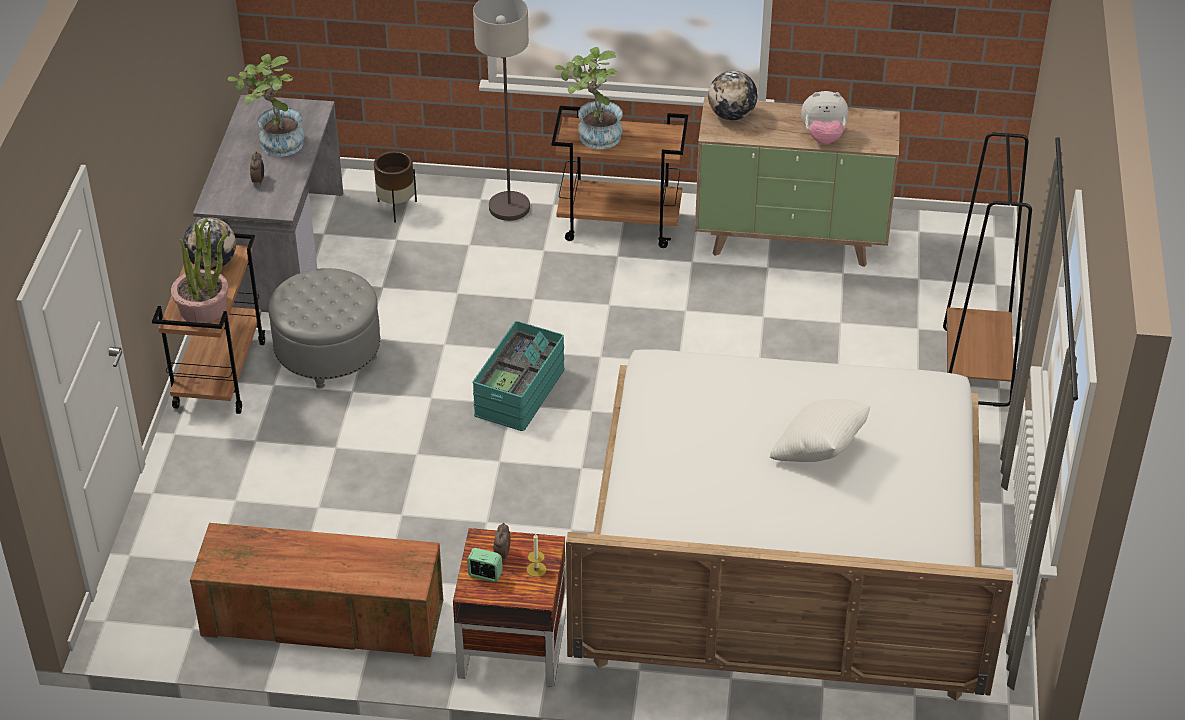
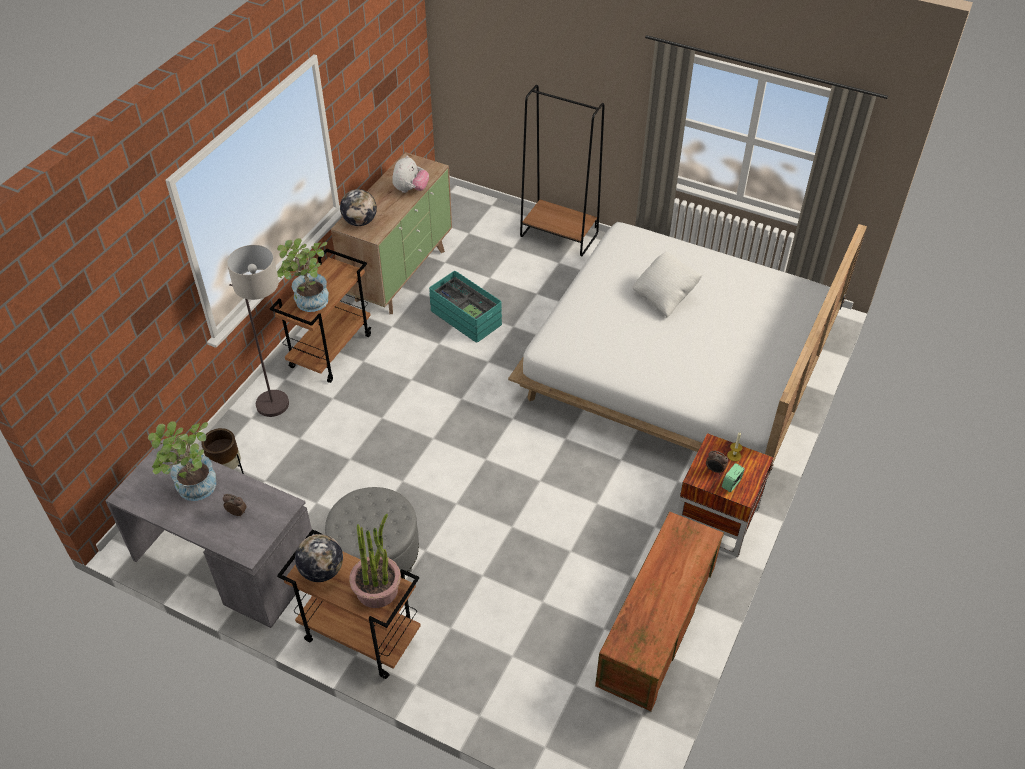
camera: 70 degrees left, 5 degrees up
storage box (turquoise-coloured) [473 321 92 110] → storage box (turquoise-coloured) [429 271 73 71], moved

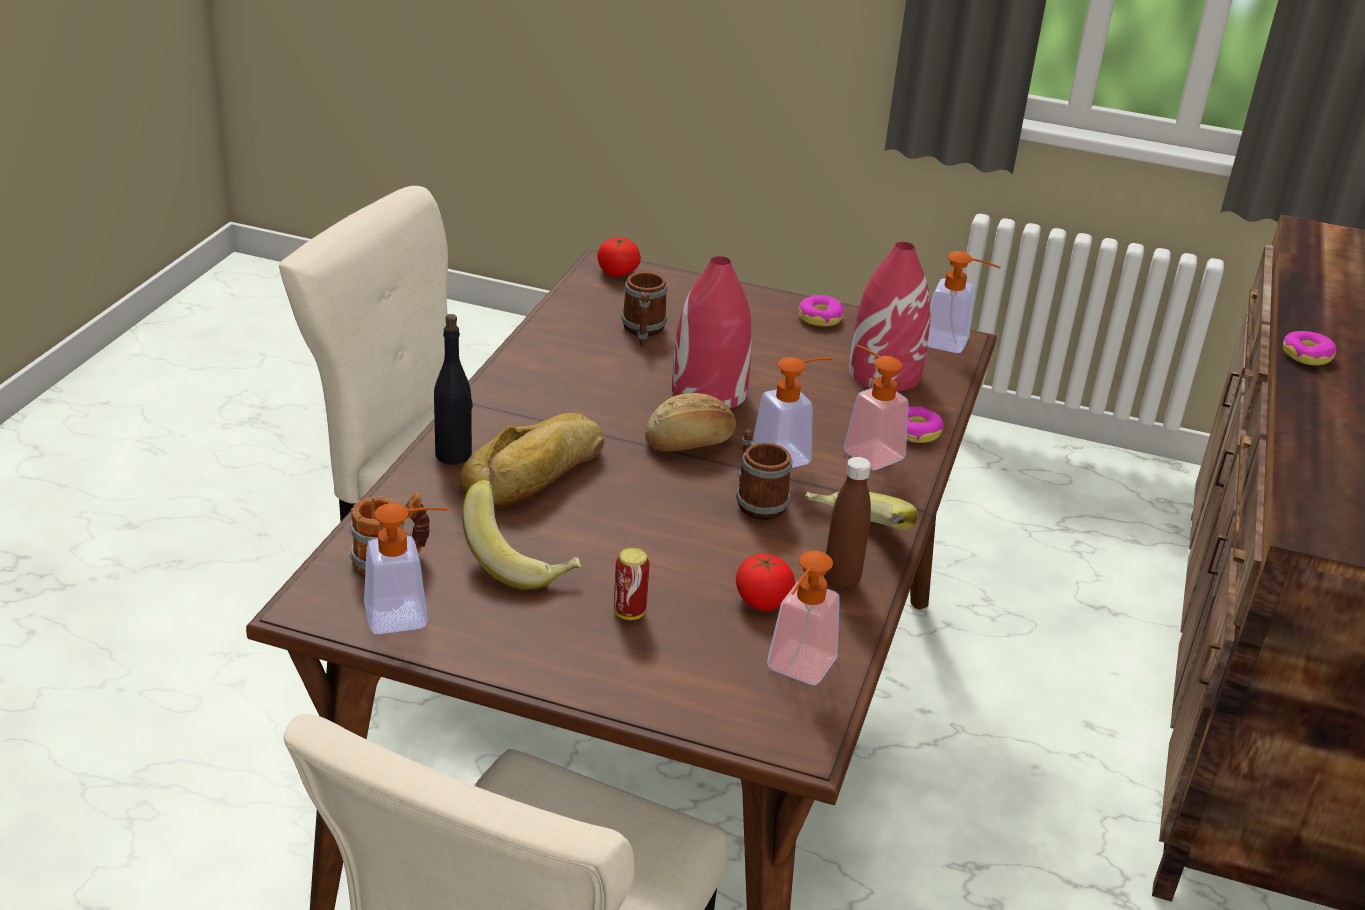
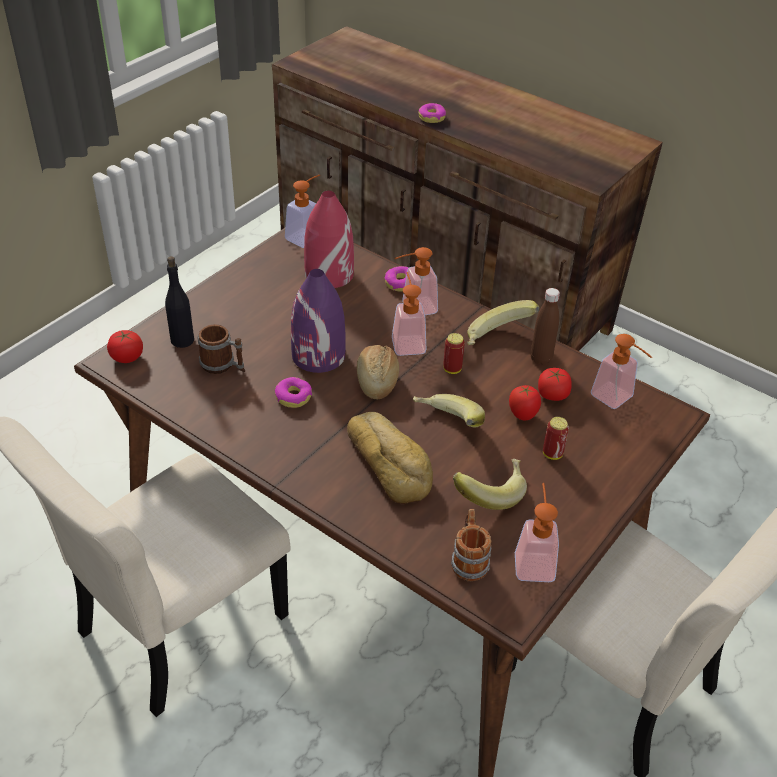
camera: 70 degrees left, 10 degrees up
flower vase (red) [672 256 80 152] → flower vase (purplish) [291 269 55 104]
ring doughnut [799 295 45 31] → ring doughnut [275 377 37 31], moved
beverage bottle (blackish) [434 314 39 151] → beverage bottle (blackish) [165 256 29 92], moved
mug [736 429 56 91] → can [443 333 22 41]
- → tomato [509 385 32 36]
- → whole banana [413 394 72 33]

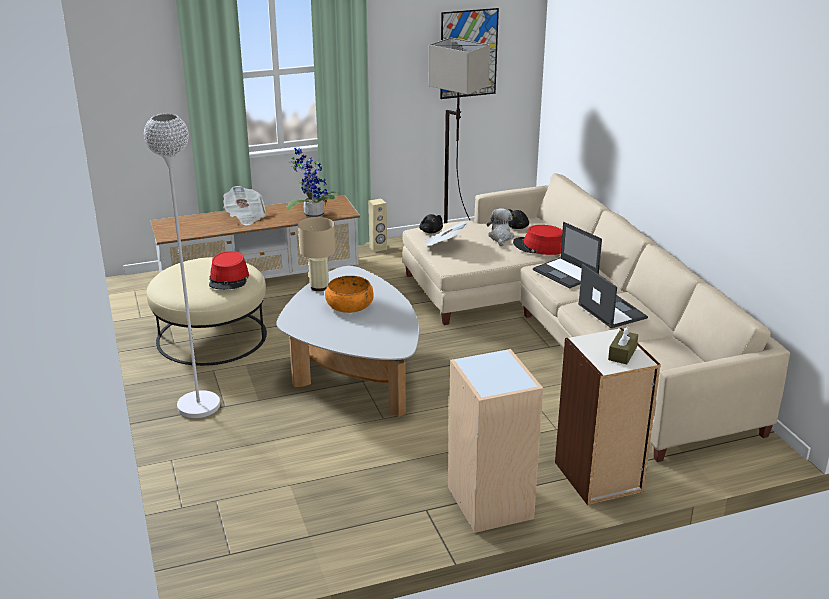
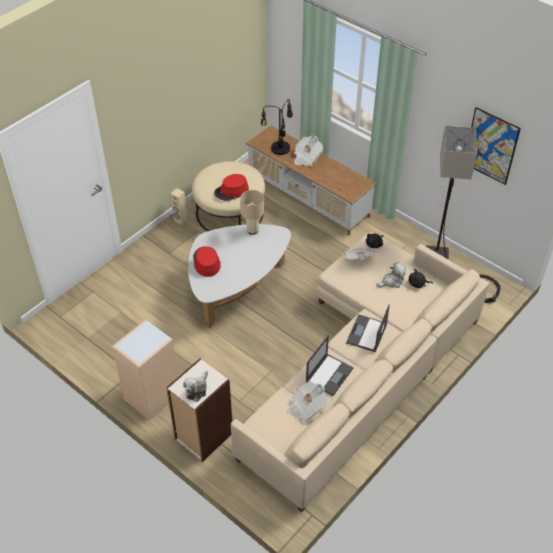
camera: 60 degrees right, 20 degrees up
standing lamp (white) [144 113 76 305] → -
potted plant [286 148 54 70] → -
loudspeaker (beige) [368 199 19 53] → loudspeaker (beige) [170 188 18 37], moved
hat (red) [513 225 50 30] → hat (red) [193 246 28 31], moved
bowl (orange-coloured) [325 276 49 37] → -
box of tissues (brown) [608 327 30 37] → cuddly toy [183 371 25 31]
- → tabletop lamp [261 99 32 56]
- → daily paper [287 382 40 40]

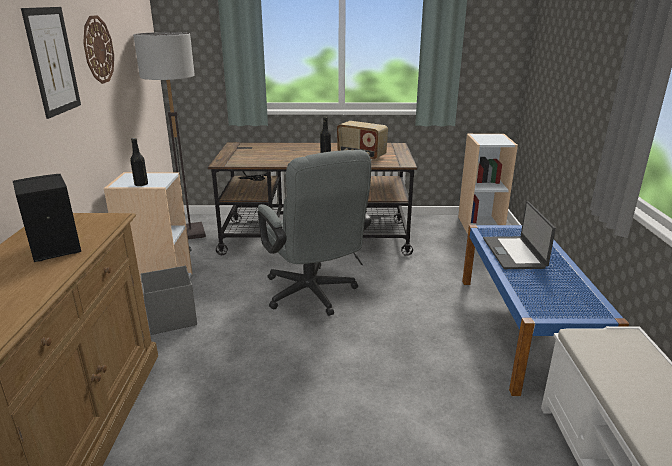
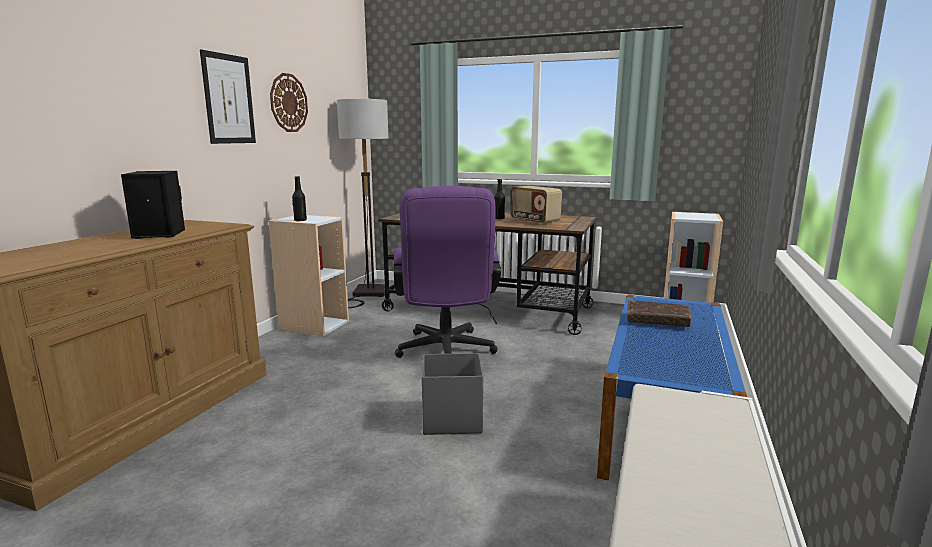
camera: 20 degrees right, 10 degrees down
office chair (greyish) [258 150 113 166] → office chair (purplish) [394 186 107 172]
portable computer [483 201 73 68] → volume (brown) [627 300 64 27]
storage box (greyish) [140 266 57 69] → storage box (greyish) [422 353 61 82], moved

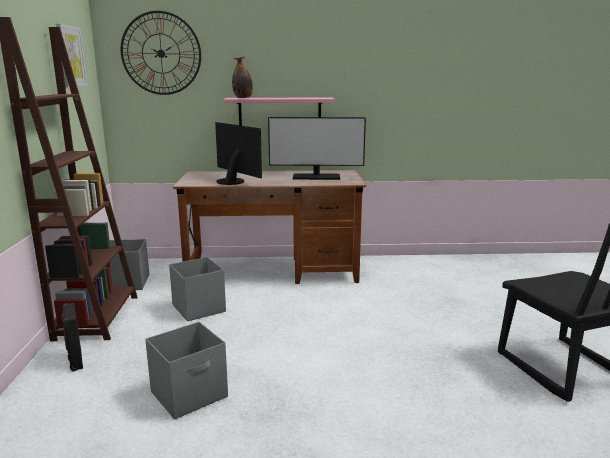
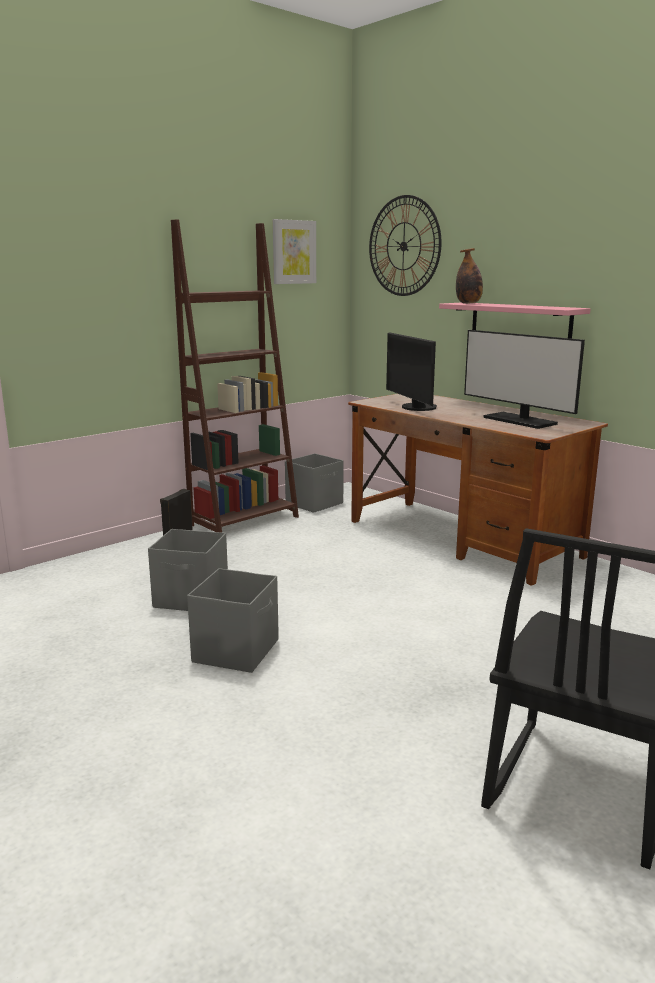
camera: 50 degrees right, 0 degrees up
monitor [215 122 47 63] → monitor [386 332 51 79], 150 degrees clockwise
storage box (greyish) [169 257 57 65] → storage box (greyish) [187 568 92 105], moved

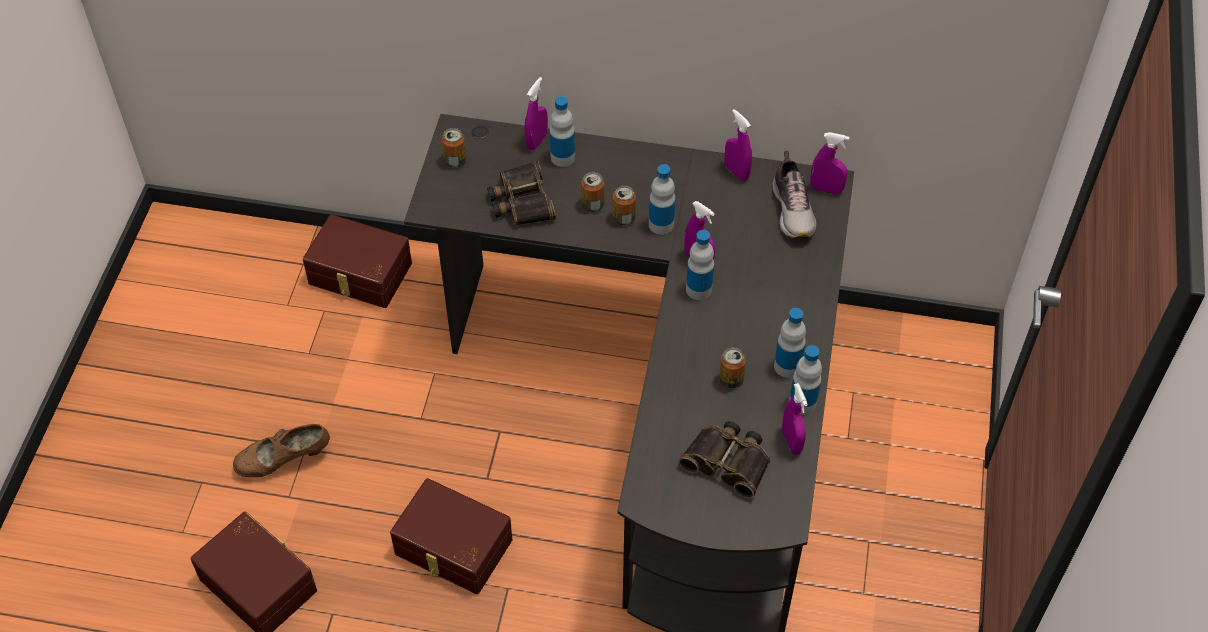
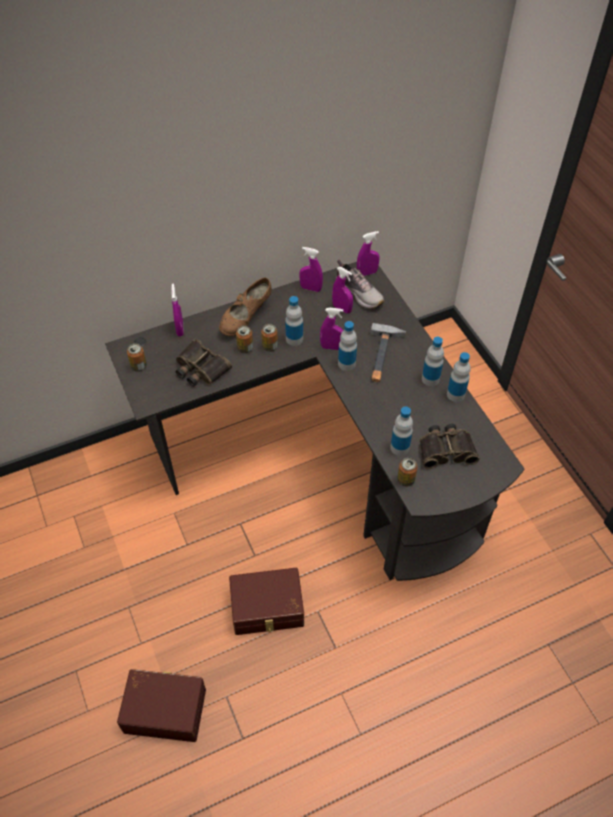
camera: 35 degrees left, 0 degrees up
beverage bottle [550 96 25 71] → beverage bottle [390 407 23 49], moved
storage box (brown) [303 214 109 94] → -
can [719 347 27 41] → can [397 458 21 29], moved
spray bottle (purplish) [782 383 26 72] → spray bottle (purplish) [332 267 21 46], moved
shoe (brown) [233 424 97 53] → shoe (brown) [219 278 53 58], moved
- → hand hammer [371 323 35 59]

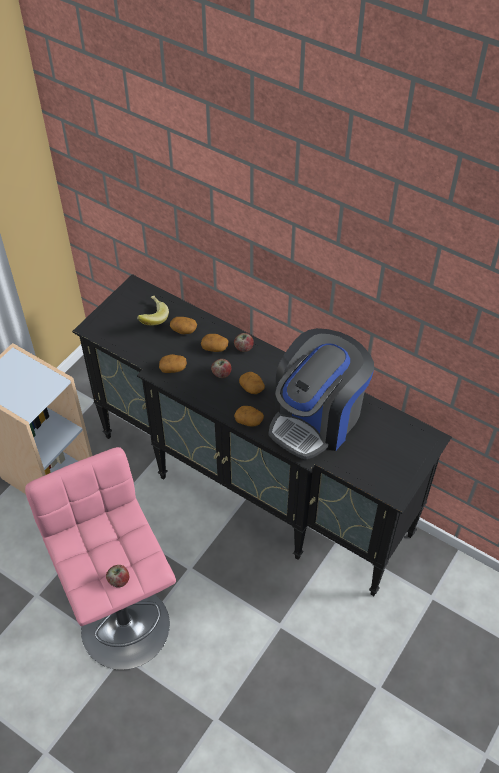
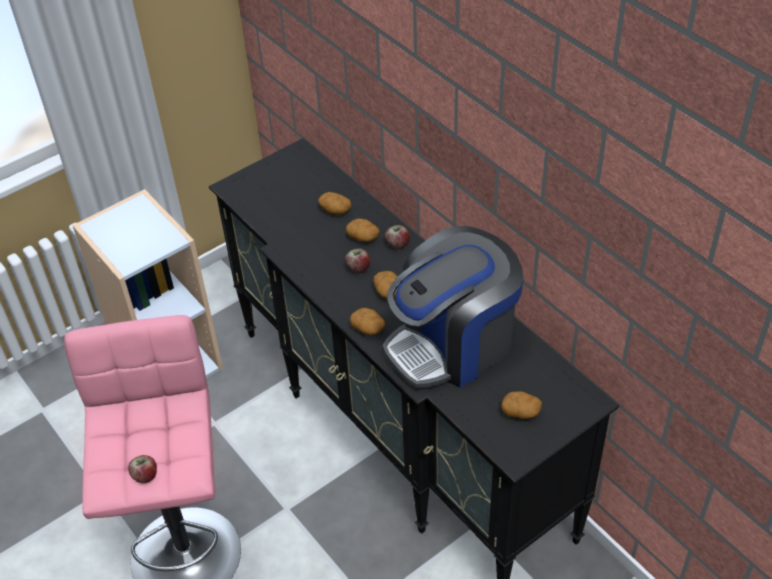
camera: 20 degrees right, 5 degrees down
whole banana [137 296 32 30] → -
potato [159 354 28 19] → potato [501 391 41 28], moved

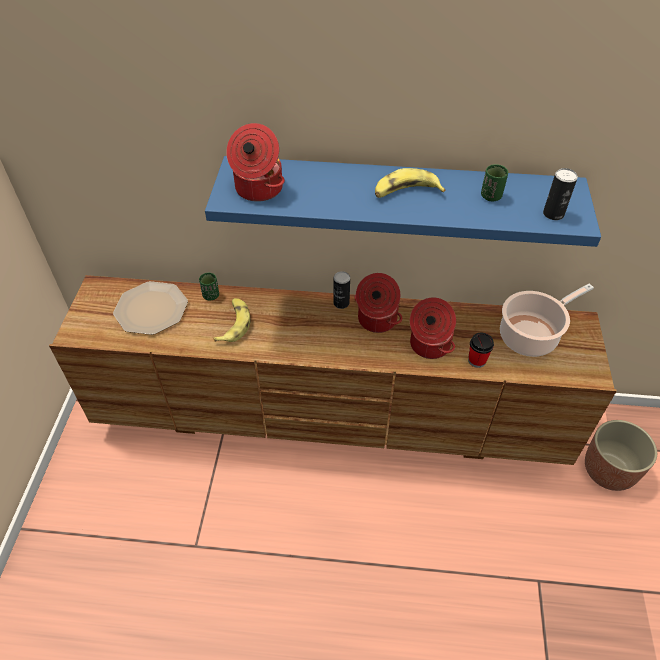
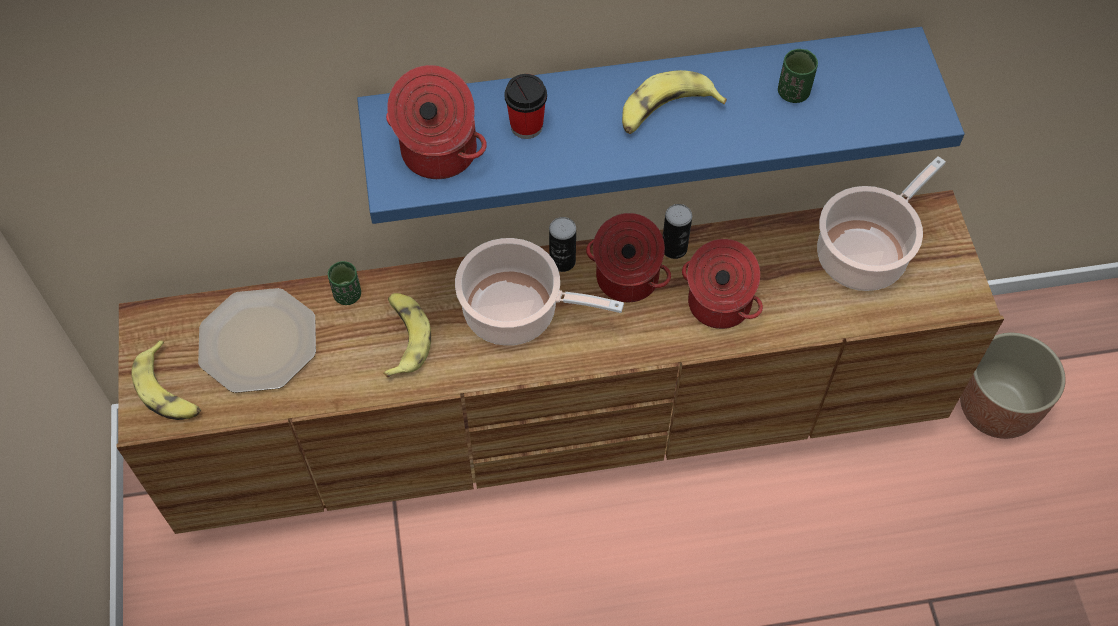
camera: 15 degrees left, 10 degrees up
can [543 168 35 52] → can [663 204 29 55], moved
drinking cup [468 332 26 36] → drinking cup [504 74 43 65], moved
- → stockpot [455 238 169 108]
- → whole banana [131 340 70 80]

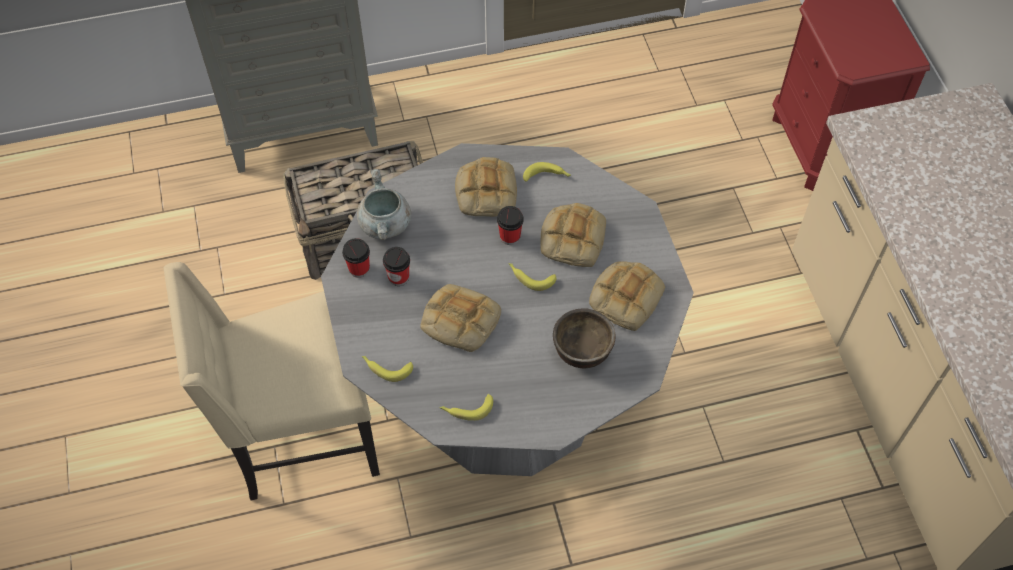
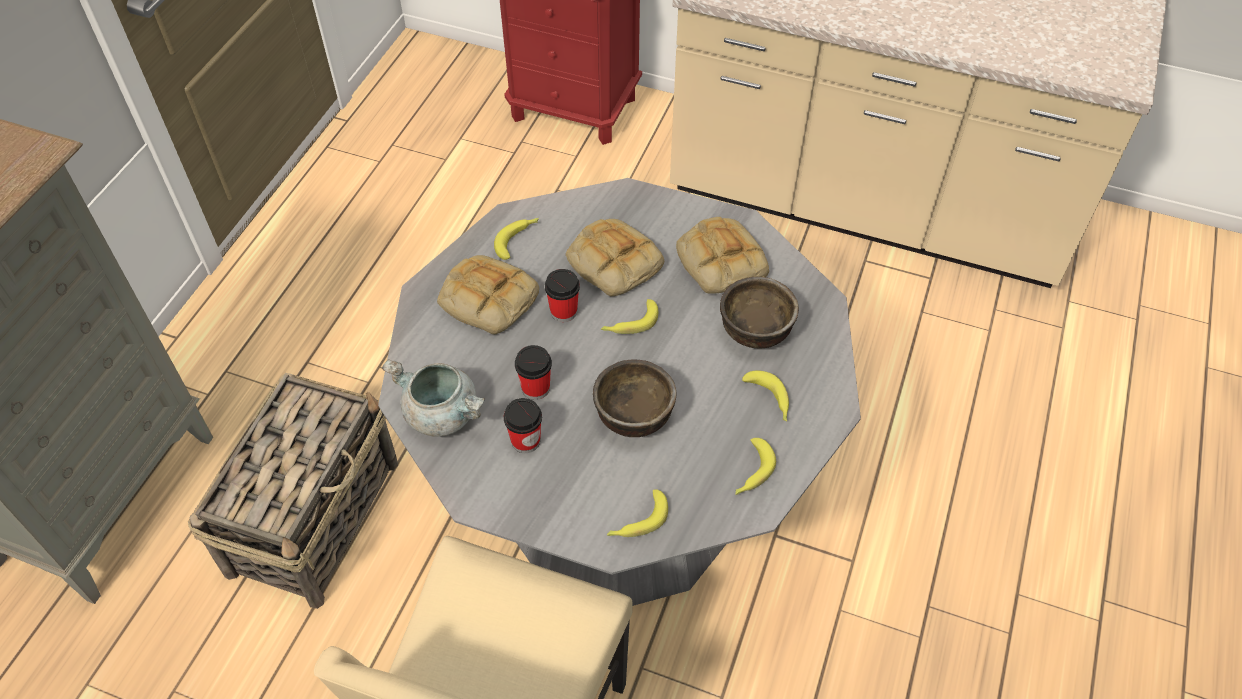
camera: 55 degrees left, 5 degrees down
drinking cup [342 238 28 40] → drinking cup [515 345 37 55], moved
bakery bread [420 284 81 68] → bowl (brown) [593 359 83 78]
- → whole banana [742 371 47 50]

